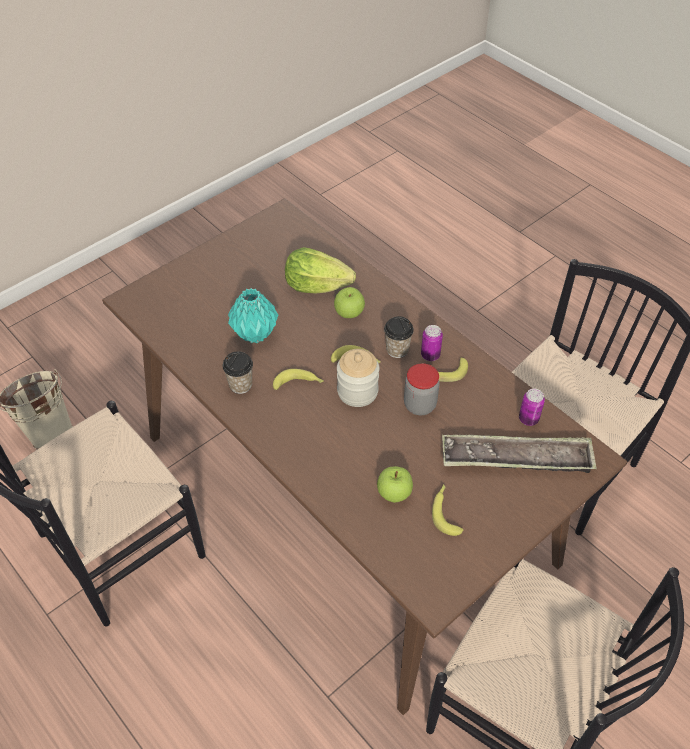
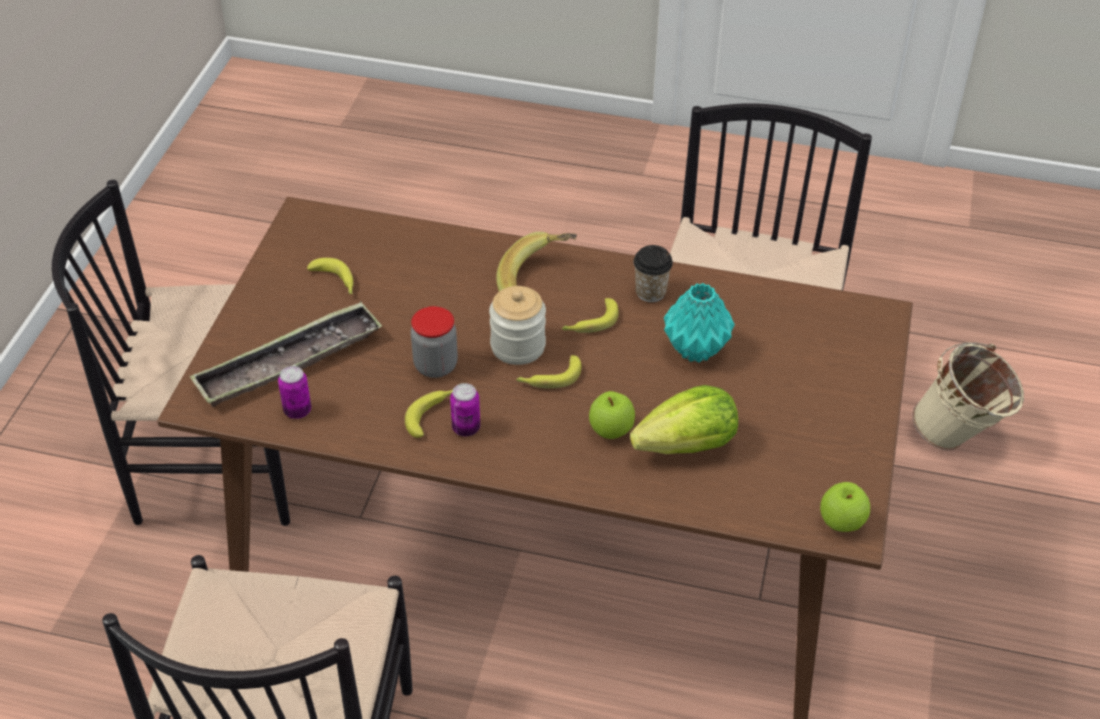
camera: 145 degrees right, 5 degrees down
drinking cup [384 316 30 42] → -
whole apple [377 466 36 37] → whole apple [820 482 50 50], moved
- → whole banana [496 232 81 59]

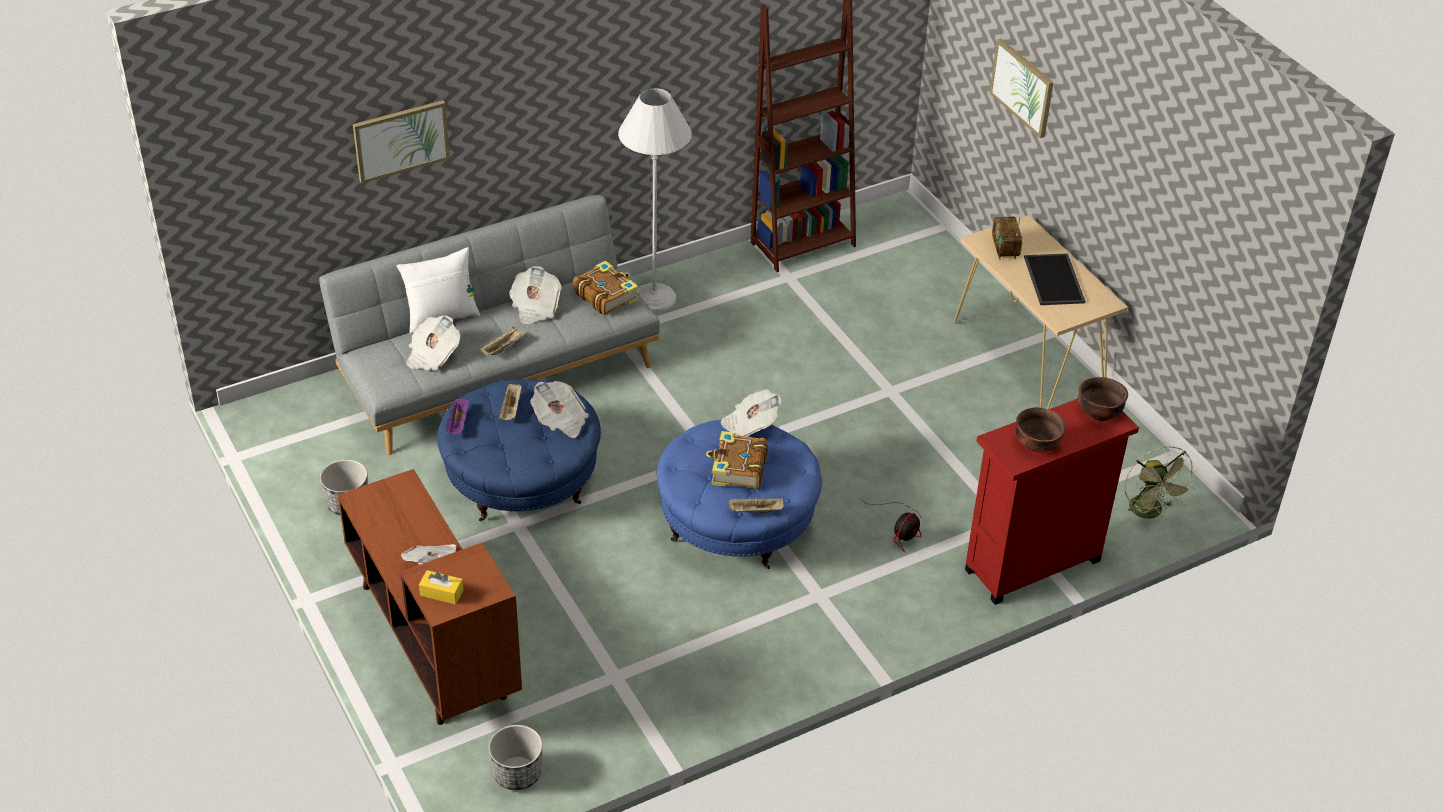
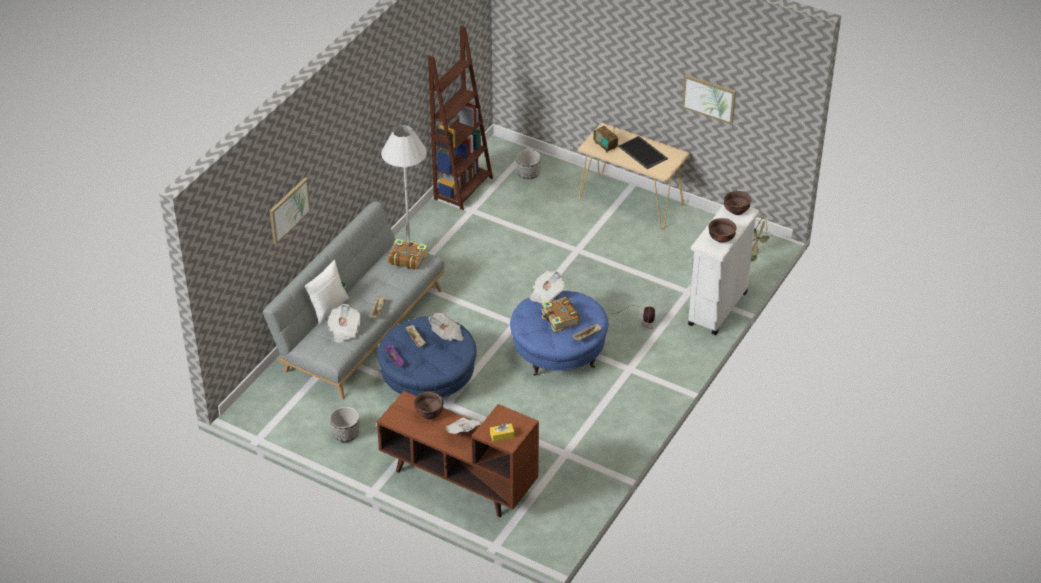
camera: 30 degrees left, 0 degrees up
wall art [989 39 65 99] → wall art [682 75 54 50], moved
daily paper [509 266 52 58] → -
storage cabinet (red) [965 399 174 206] → storage cabinet (white) [688 201 72 134]
flower pot [488 725 55 65] → flower pot [516 150 25 29], moved
- → bowl (brown) [414 392 29 28]

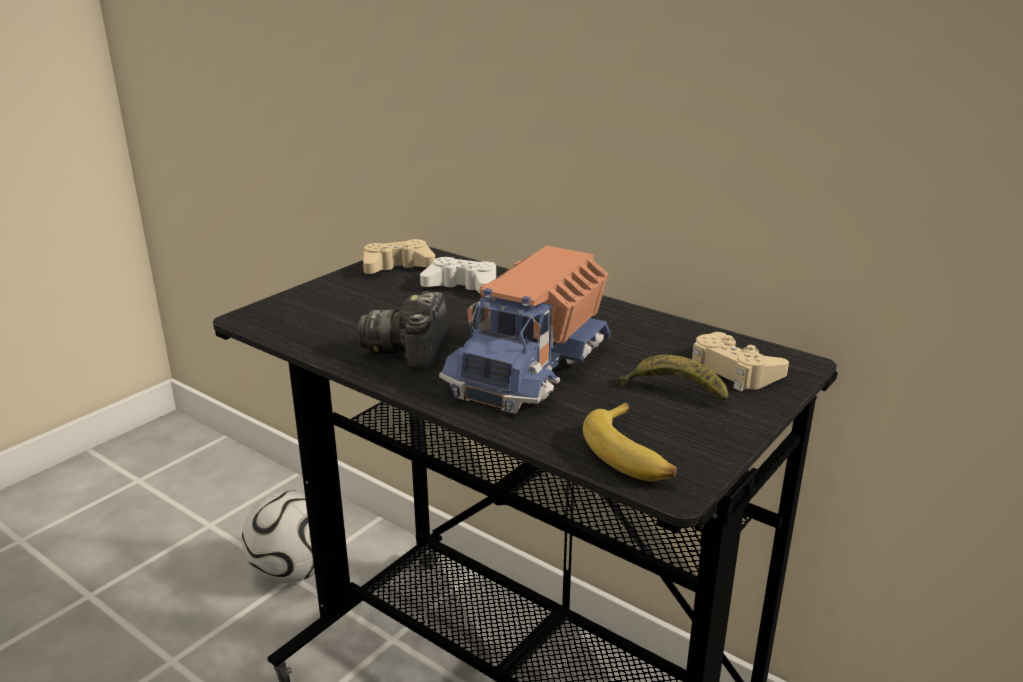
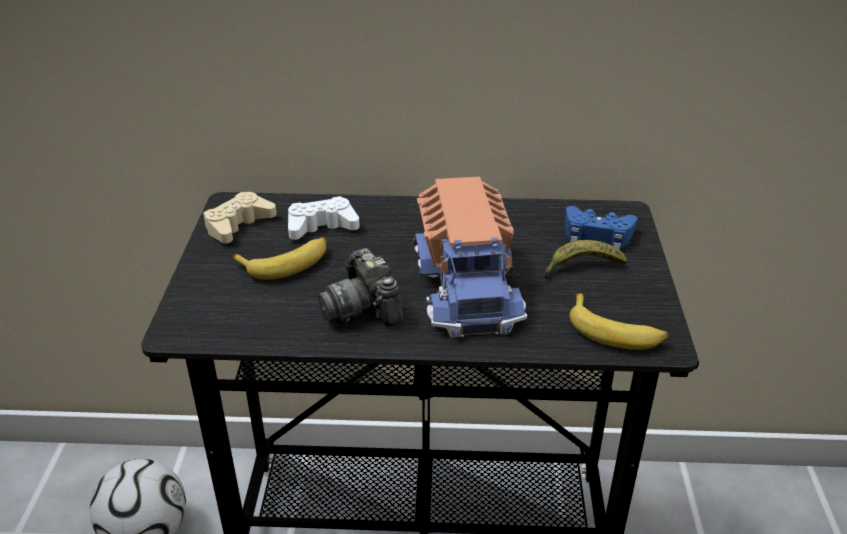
camera: 35 degrees left, 10 degrees up
game controller (beige) [692 332 97 60] → game controller (bluish) [565 206 73 44]
- → whole banana [231 237 96 43]

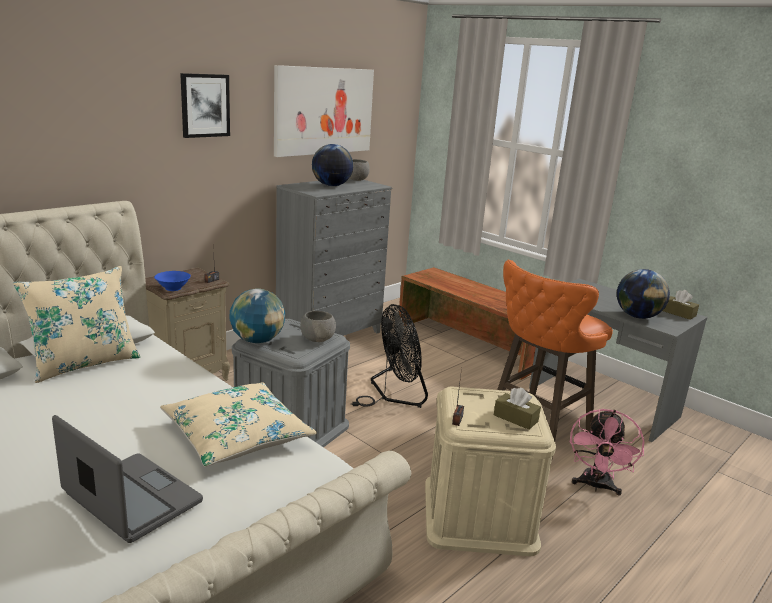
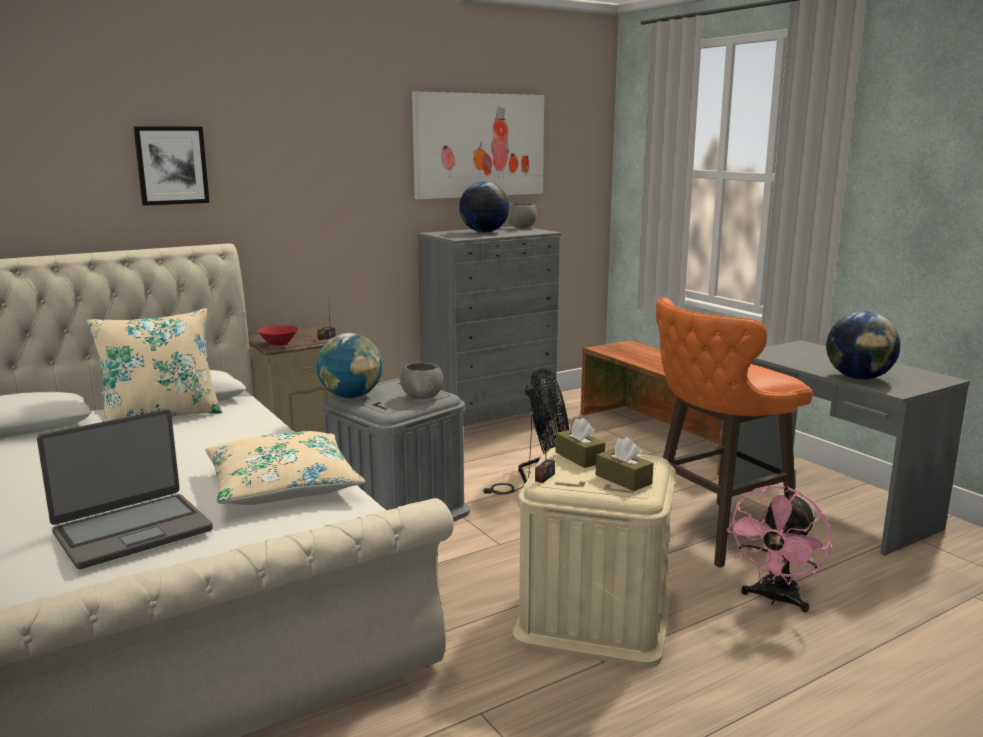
camera: 15 degrees right, 5 degrees down
wall art [180 73 50 65] → wall art [133 126 77 80], moved
bowl (bluish) [154 271 37 20] → bowl (red) [257 325 41 21]
box of tissues (brown) [663 290 36 30] → box of tissues (brown) [555 418 51 50], moved
portable computer [52 415 151 128] → portable computer [37 409 176 160], 90 degrees clockwise

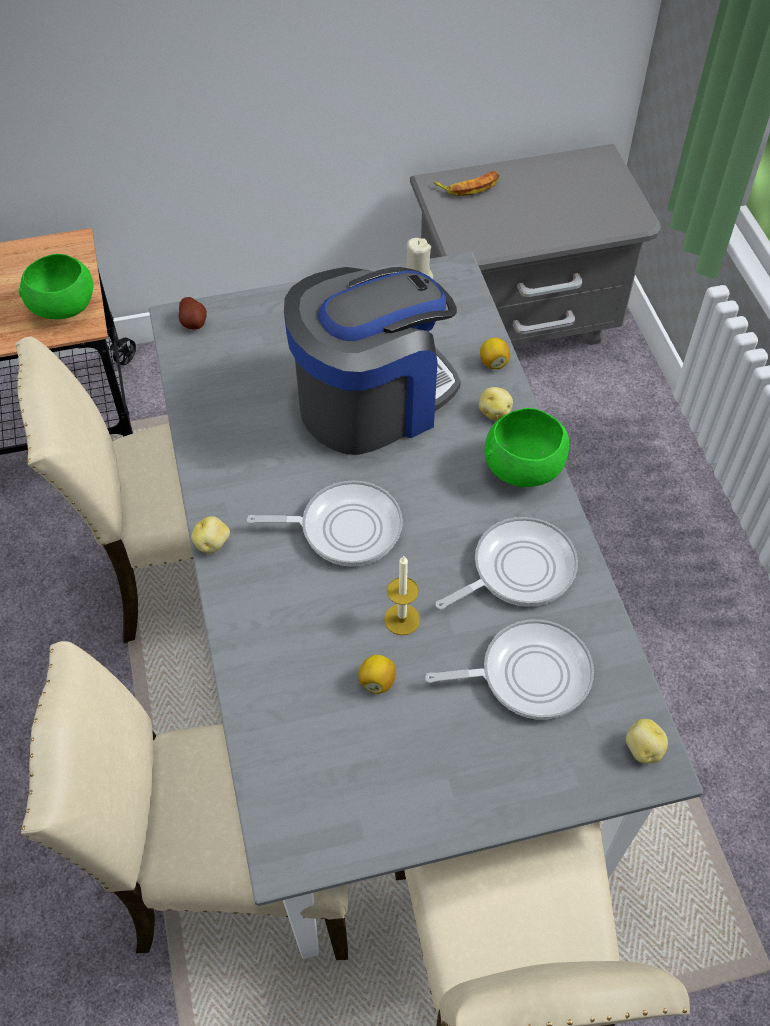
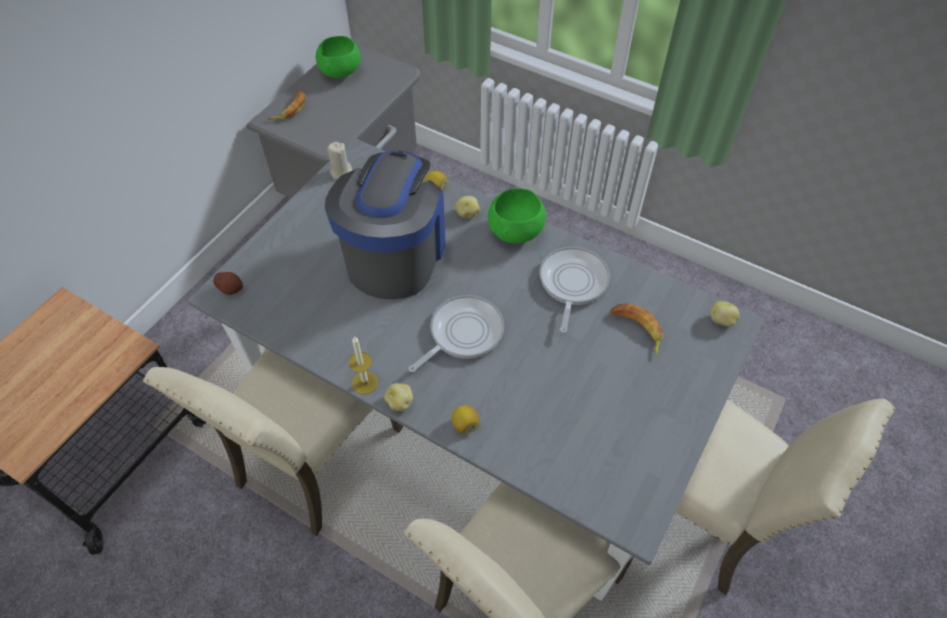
camera: 45 degrees left, 0 degrees up
bowl (greenish) [19 254 74 65] → bowl (greenish) [315 36 45 42], moved
wax light [384 555 36 80] → wax light [349 336 29 59], moved
frying pan [425 619 169 101] → whole banana [609 303 54 53]
lemon [358 655 38 39] → lemon [452 405 27 28], moved

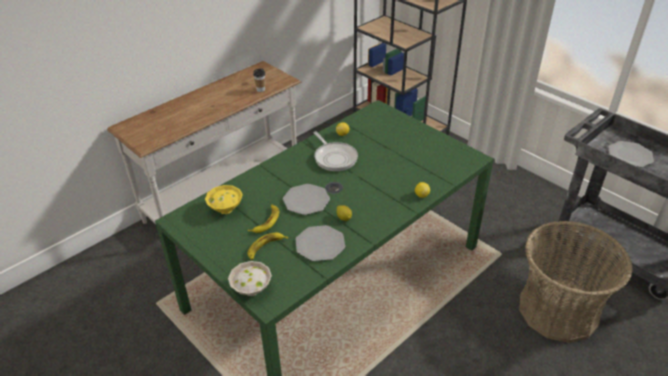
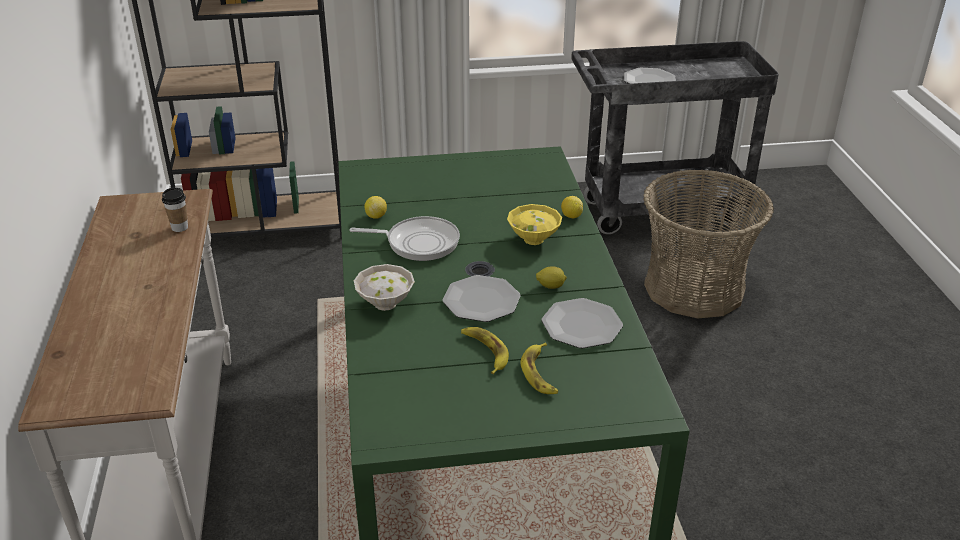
camera: 55 degrees left, 5 degrees down
bowl (yellow) [205 185 38 29] → bowl (yellow) [507 204 55 41], moved
bowl (white) [228 261 44 35] → bowl (white) [354 264 61 47], moved

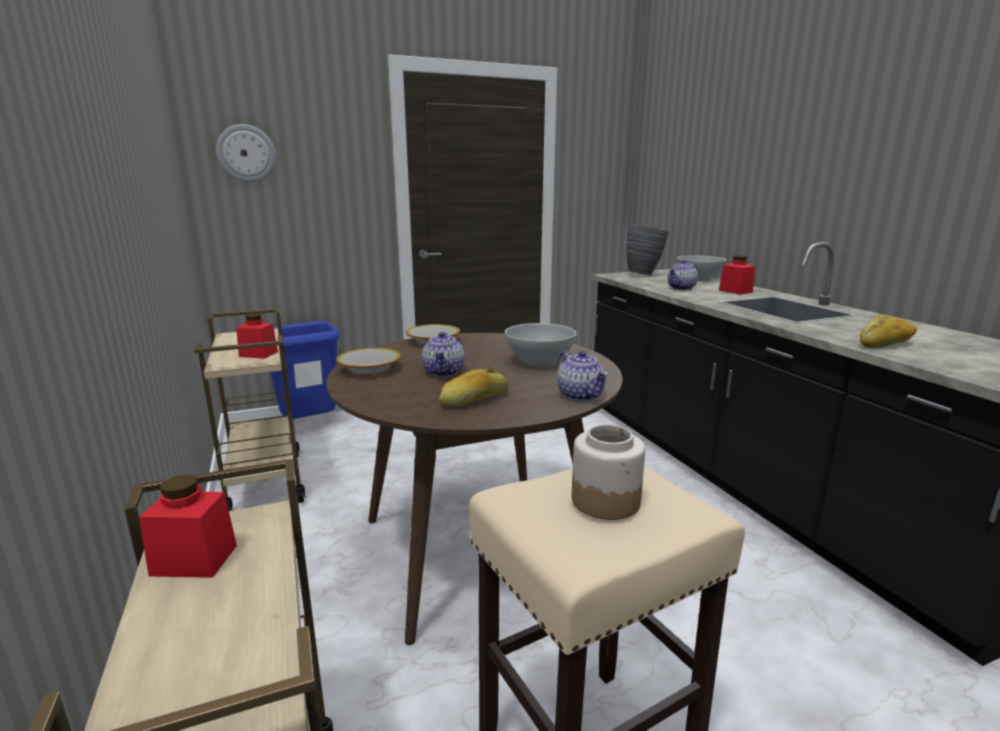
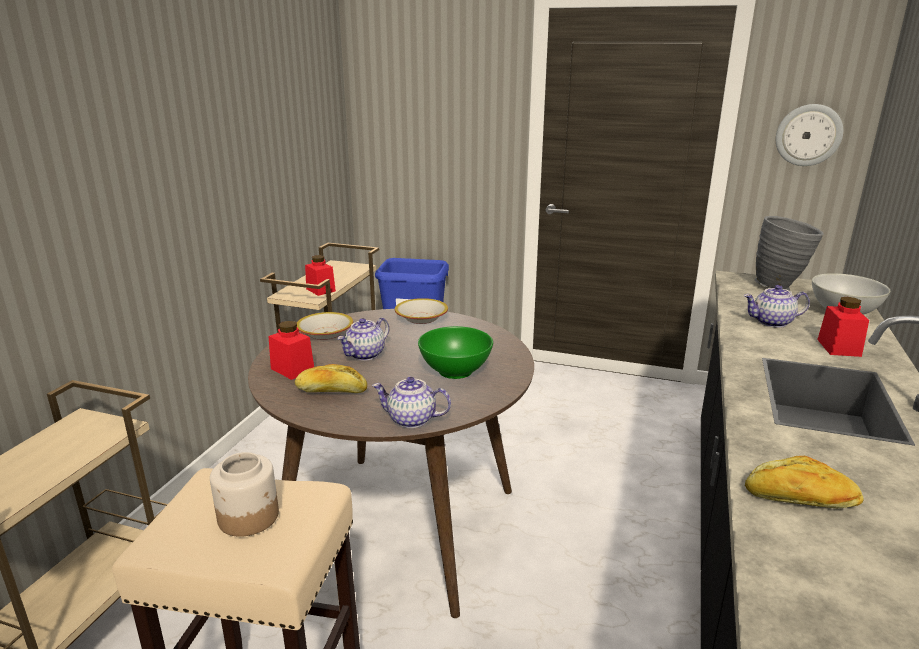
camera: 40 degrees right, 5 degrees up
wall clock [216 124 60 58] → wall clock [776 104 67 62], moved
bowl (white) [505 323 72 44] → bowl (greenish) [418 326 75 53]
teapot [557 351 51 50] → teapot [372 377 79 51], 90 degrees clockwise
jar (red) [139 474 98 104] → jar (red) [268 321 46 59], moved

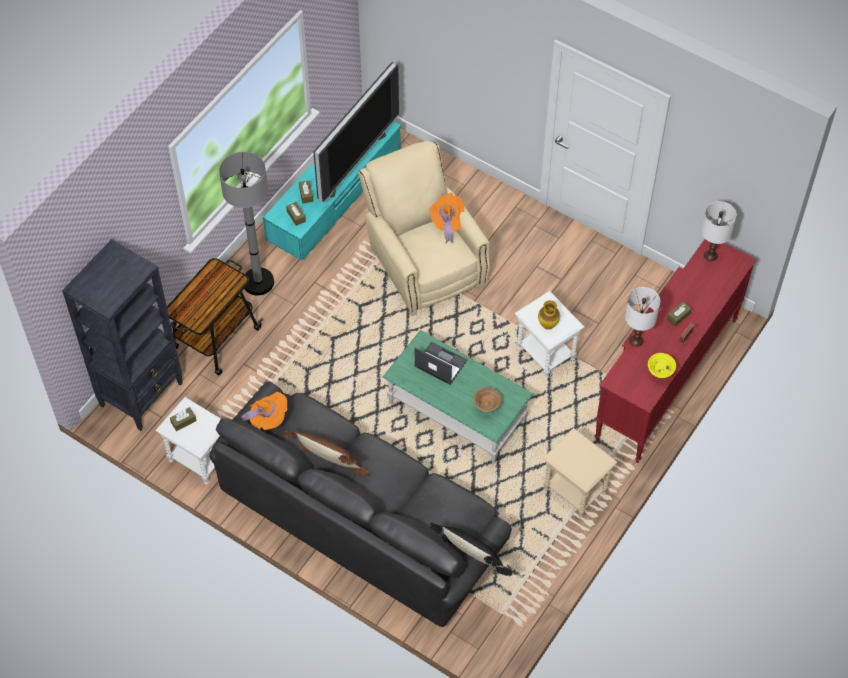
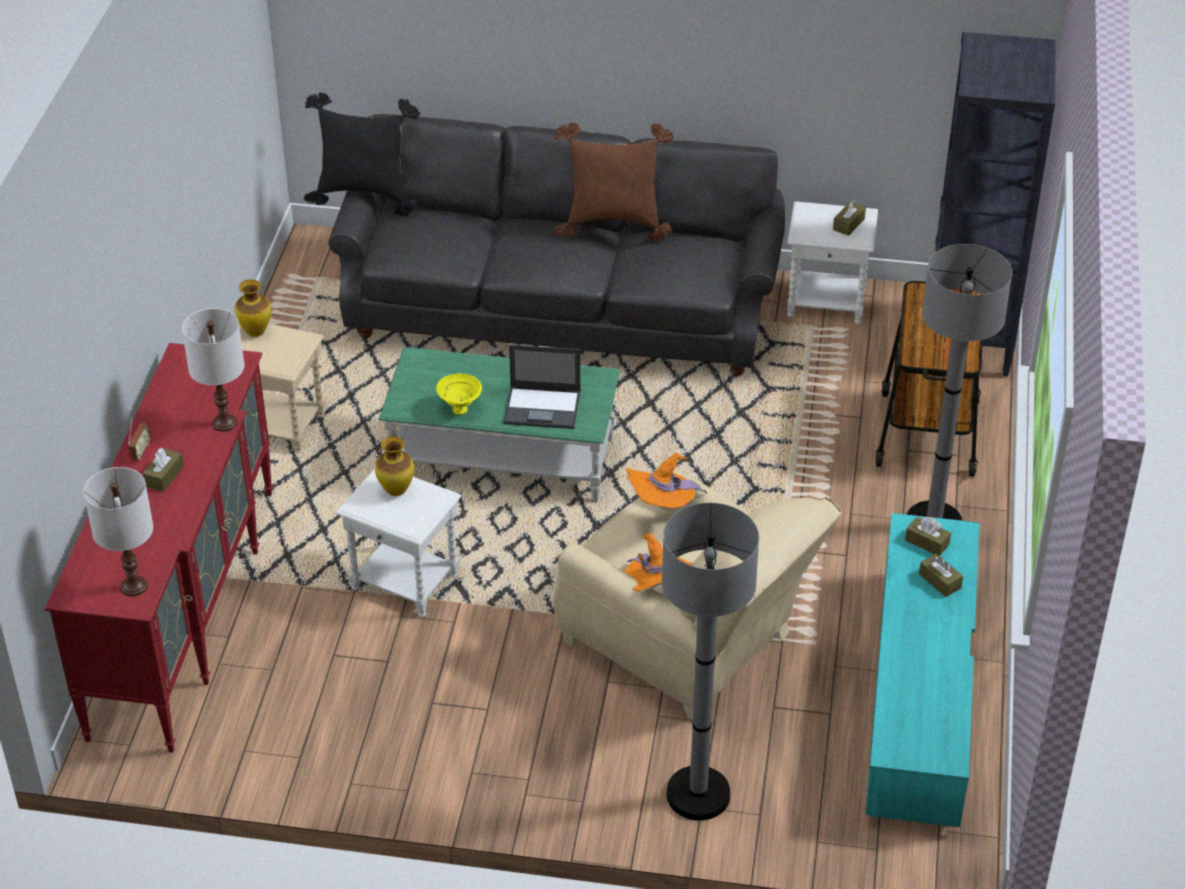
camera: 155 degrees right, 15 degrees down
TV [313 62 86 141] → -
bowl (yellow) [648 353 28 25] → bowl (yellow) [436 373 46 42], moved
bowl (brown) [474 387 28 25] → -
hat (orange-coloured) [241 392 46 38] → hat (orange-coloured) [626 452 81 56], moved
- → flower vase [235 279 36 58]
- → standing lamp (greyish) [662 503 97 317]

